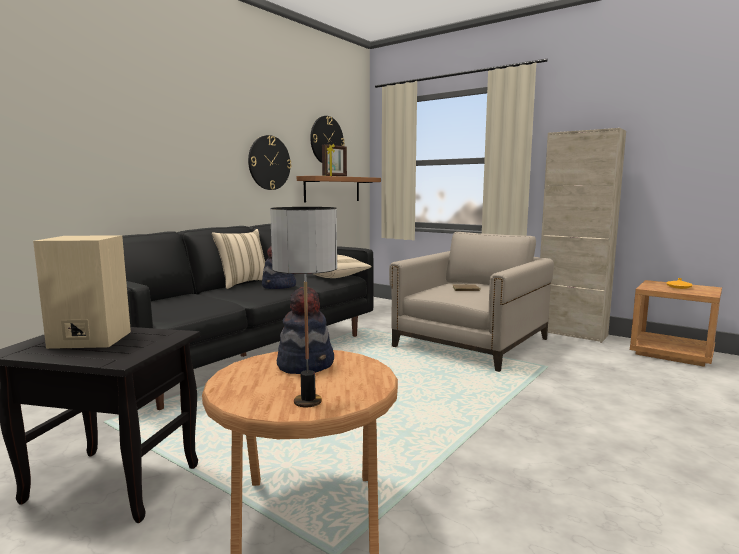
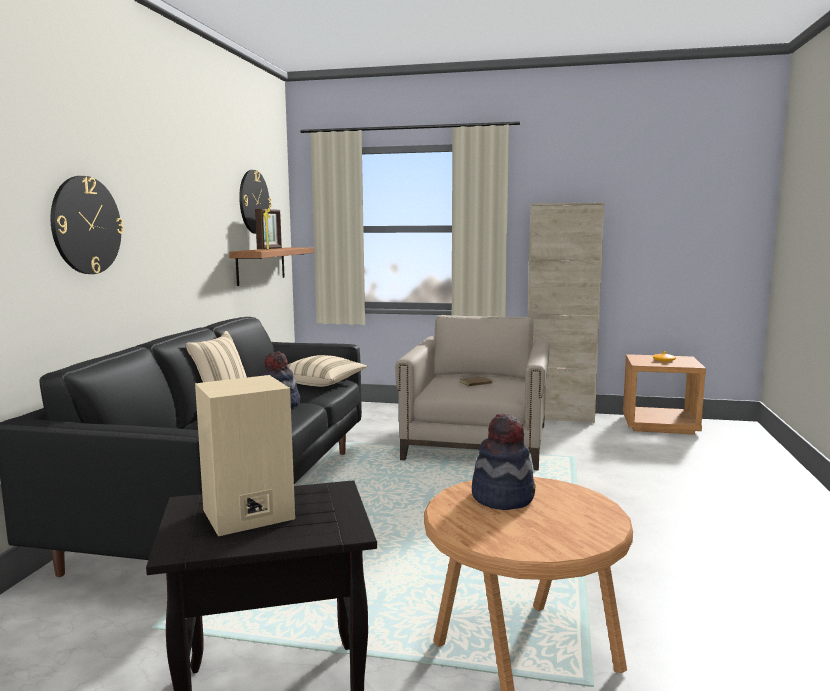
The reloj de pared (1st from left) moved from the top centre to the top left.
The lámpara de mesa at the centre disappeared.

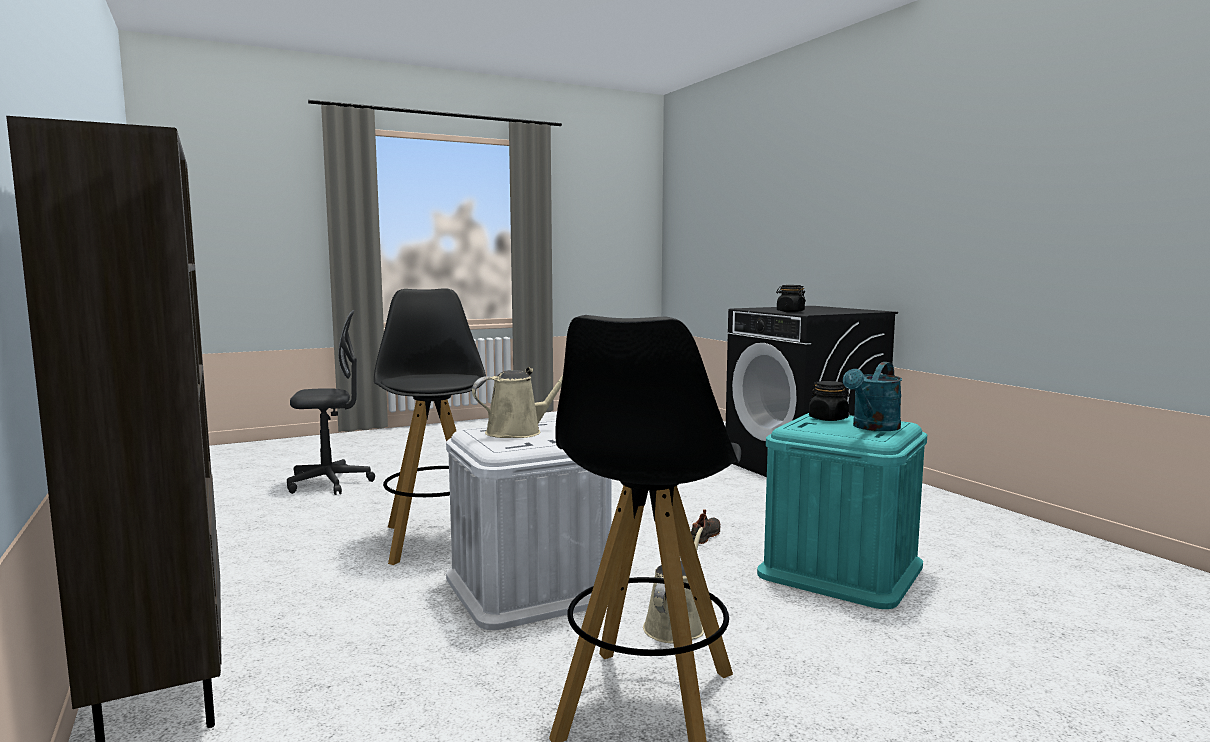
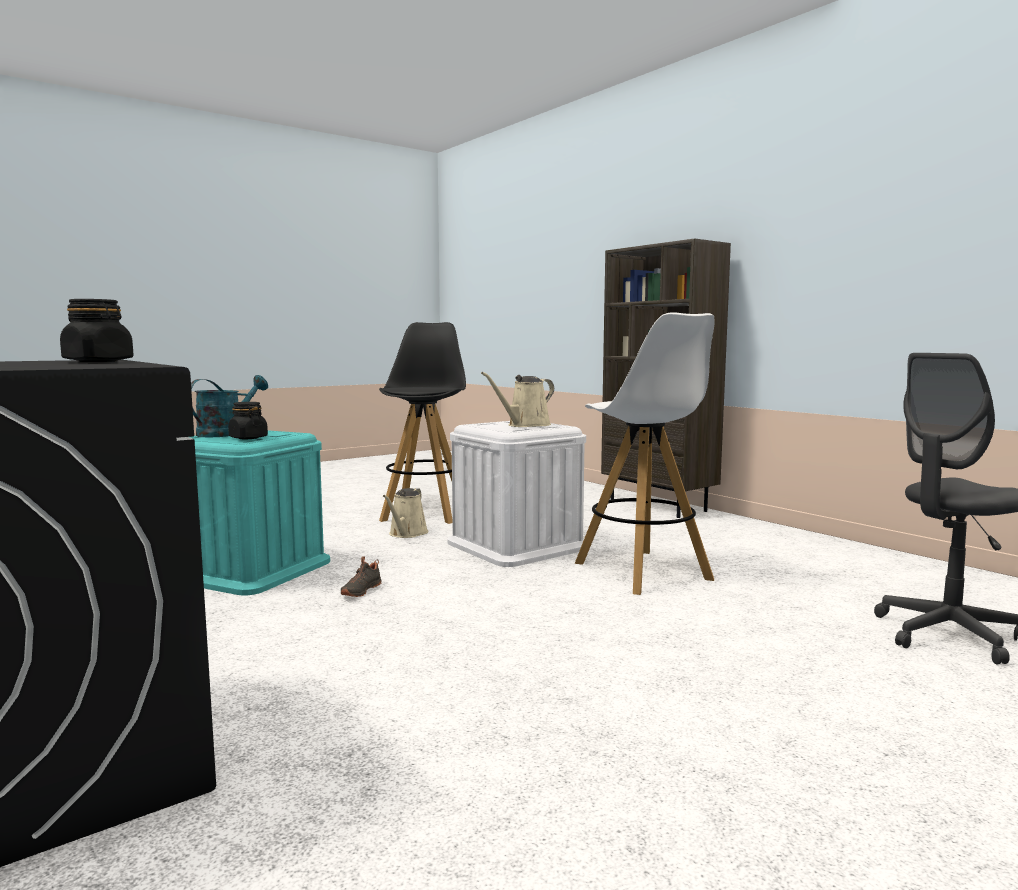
The taburete/negro (1st from left) at the centre became the taburete/blanco at the centre.

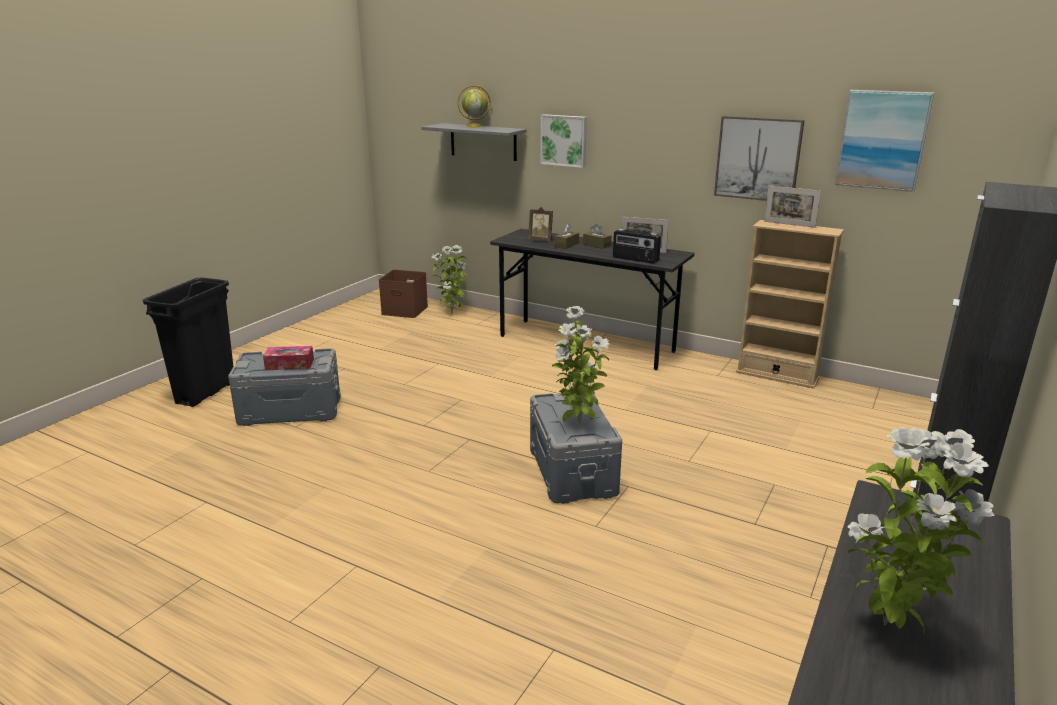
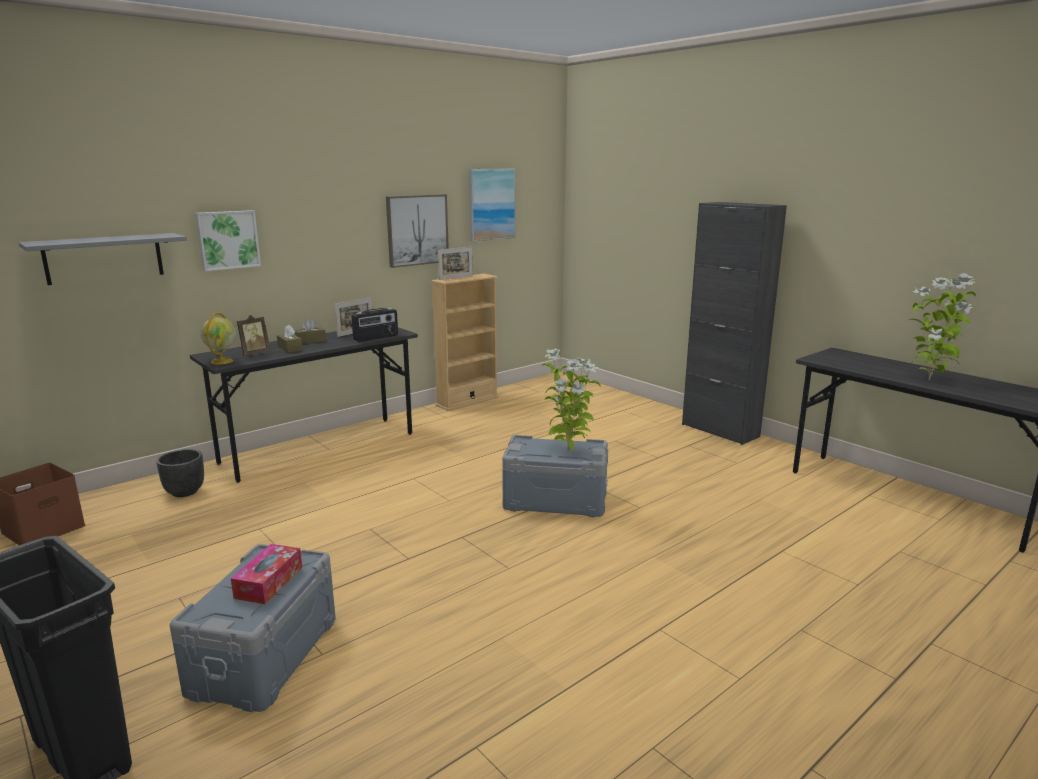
The globo terráqueo moved from the top centre to the middle left.
The planta en maceta (1st from left) at the centre disappeared.
The maceta/negro at the middle left appeared.

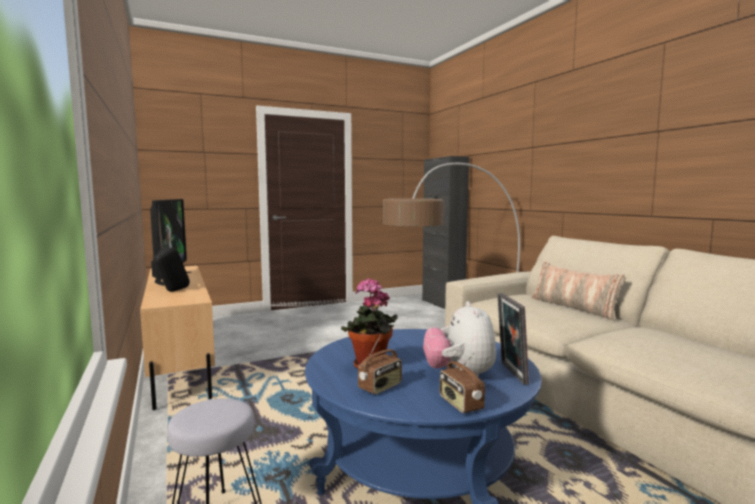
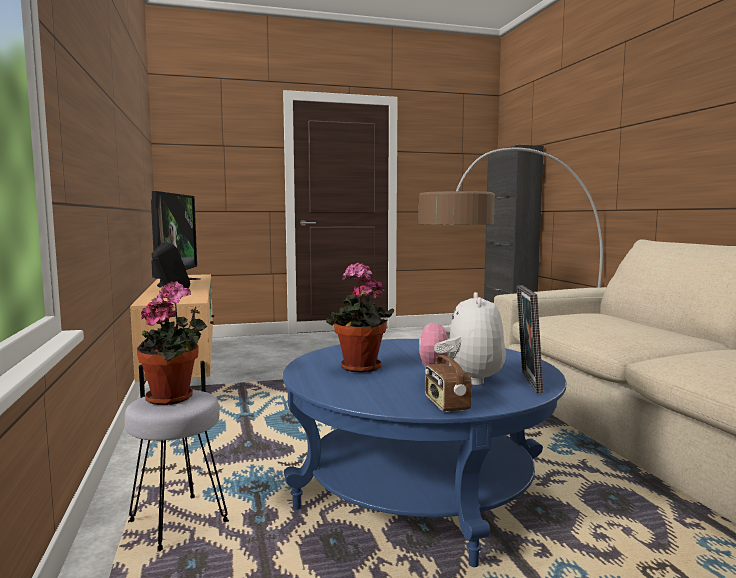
The cojín at the middle right disappeared.
The radio (1st from left) at the bottom centre disappeared.
The planta en maceta (1st from left) at the middle left appeared.

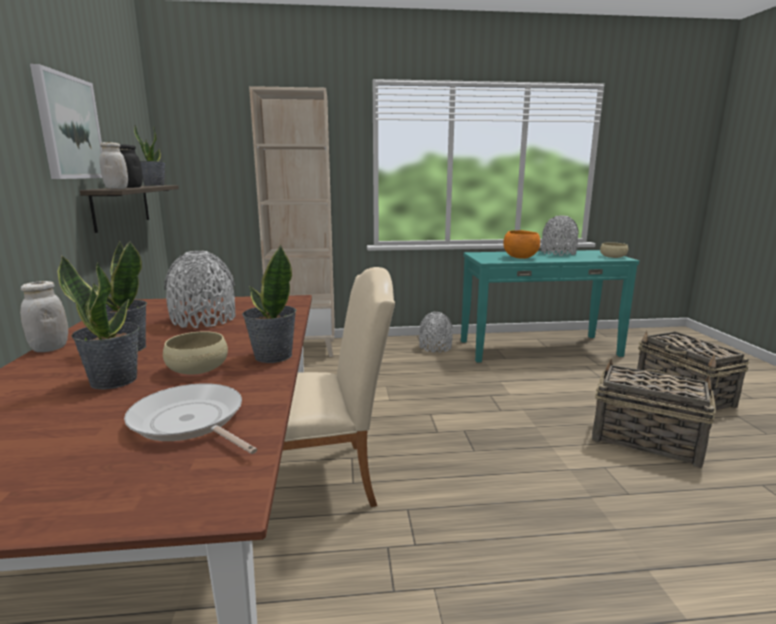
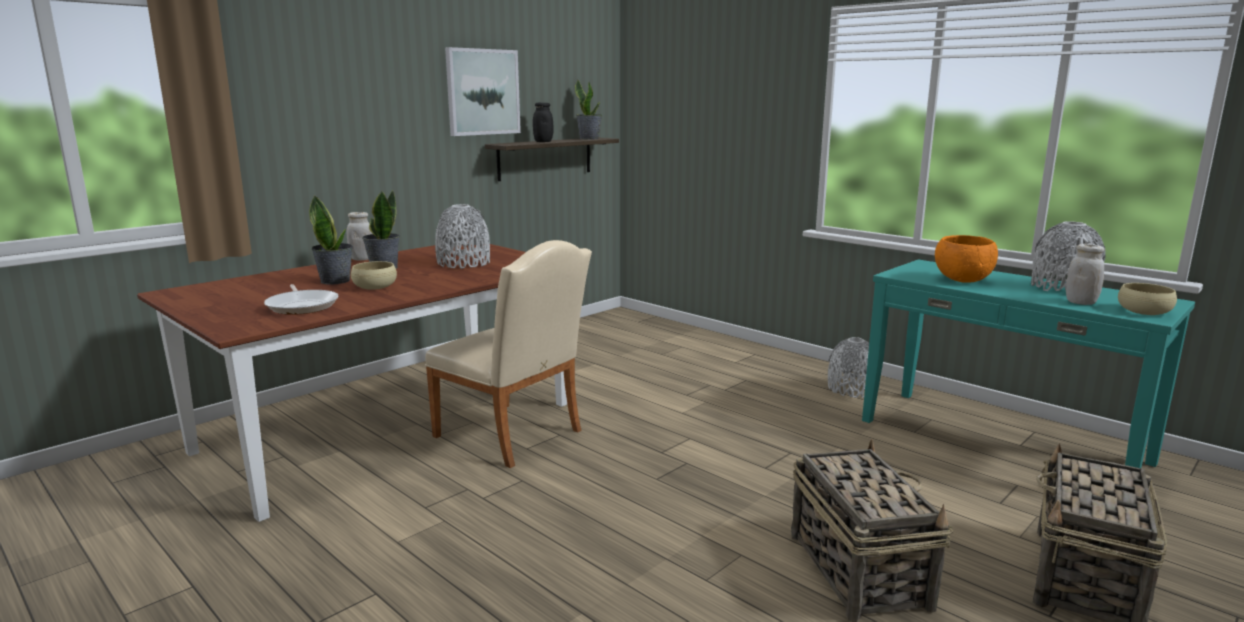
The estantería/beis at the centre disappeared.
The tarro/blanco (2nd from left) moved from the top left to the middle right.
The planta en maceta (4th from left) at the centre disappeared.
The sartén at the bottom left turned 150 degrees clockwise.

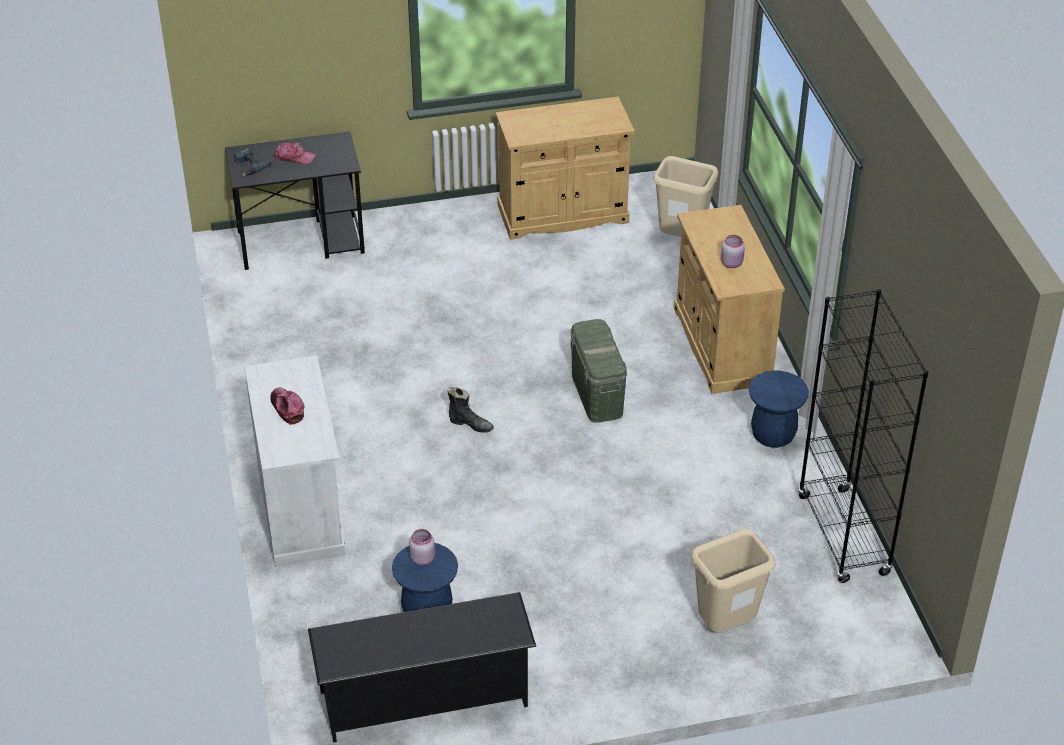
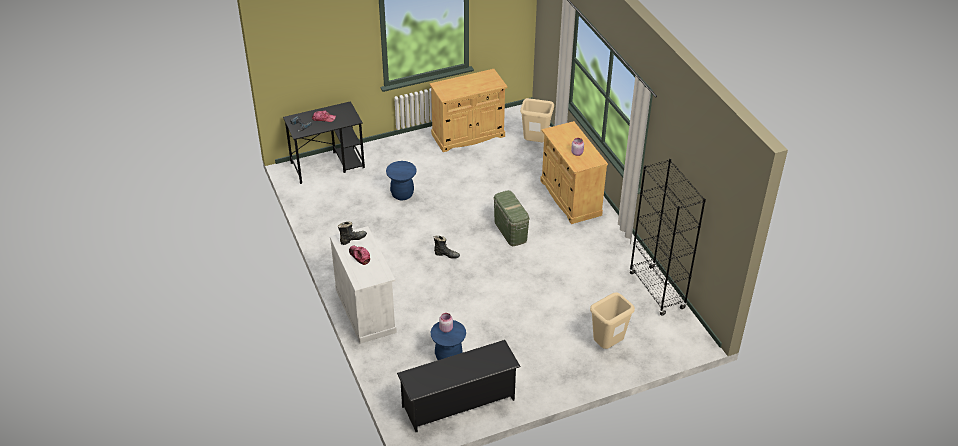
The taburete/azul (2nd from left in the first image) moved from the middle right to the centre.
The bota/negro (1st from left) at the centre appeared.

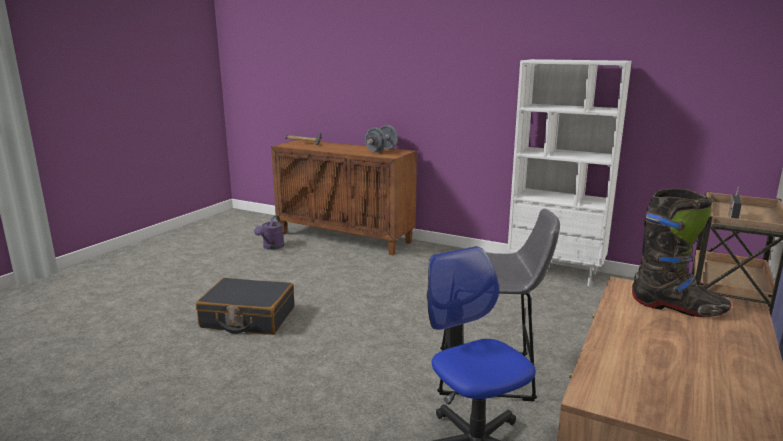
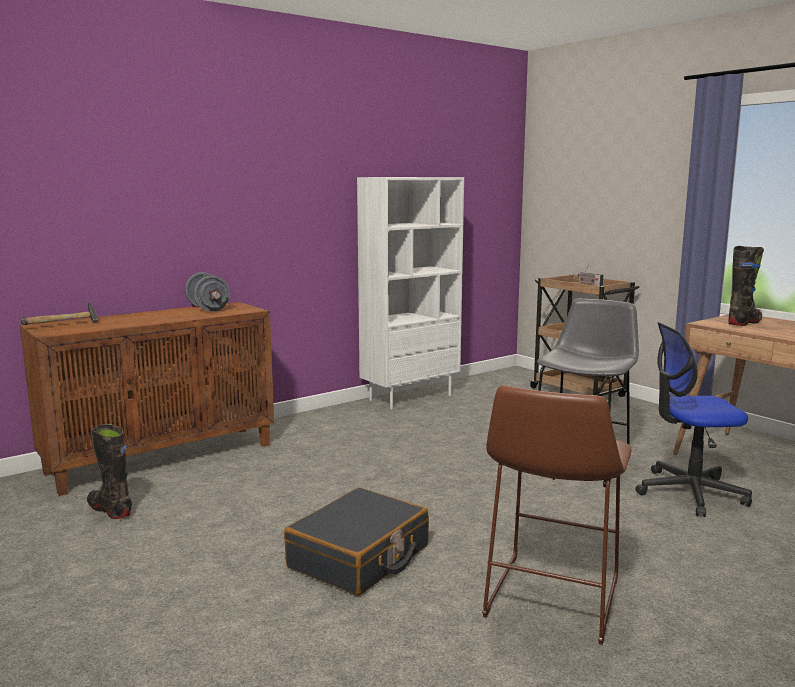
The regadera/morado at the centre was replaced by the bota/negro (1st from left) at the bottom left.
The taburete/marrón at the bottom right appeared.

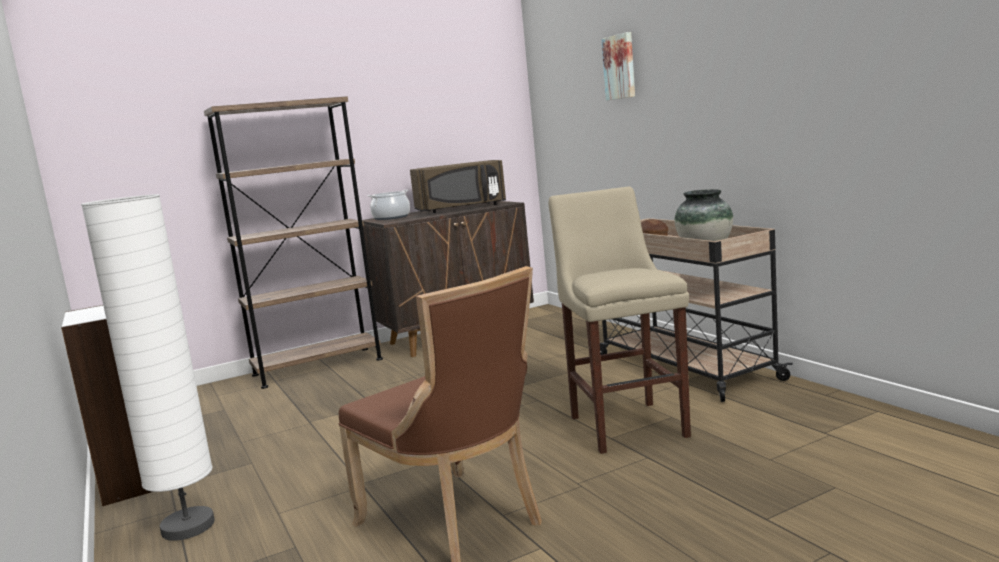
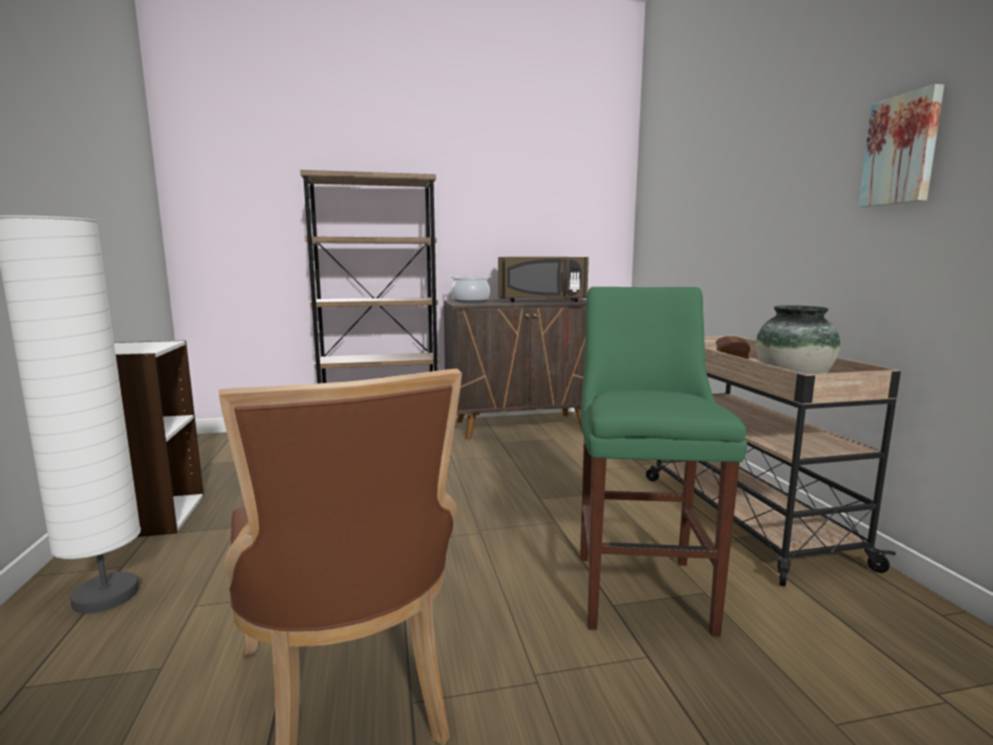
The cuadro moved from the top centre to the top right.
The taburete/beis at the centre became the taburete/verde at the middle right.

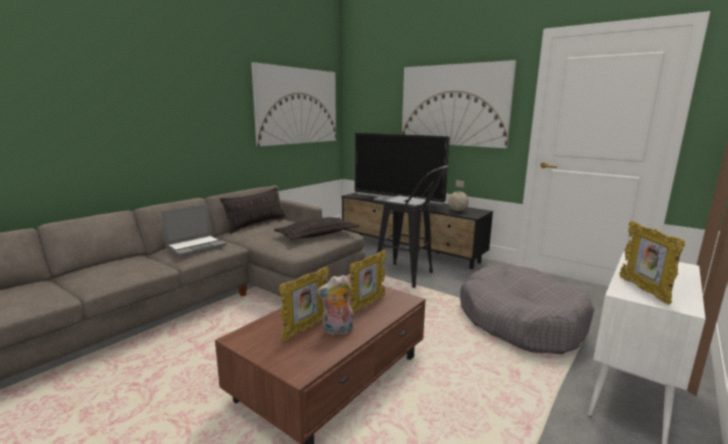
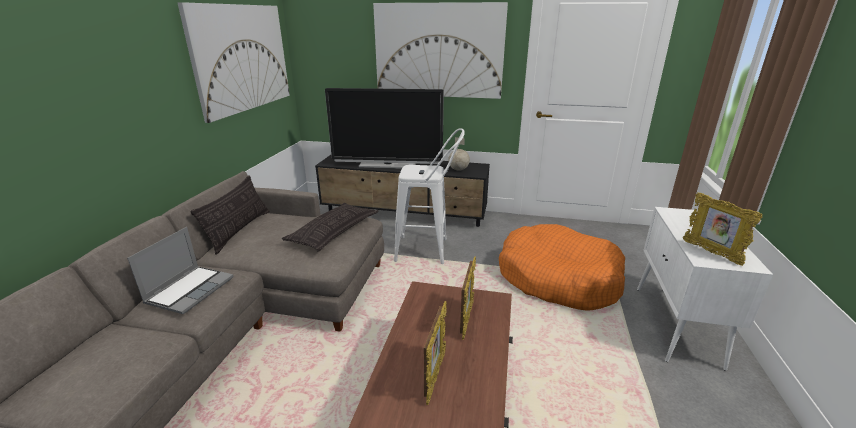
The taburete/negro at the centre became the taburete/blanco at the centre.
The cama para perro/gris at the bottom right became the cama para perro/naranja at the centre.
The peluche at the bottom centre disappeared.

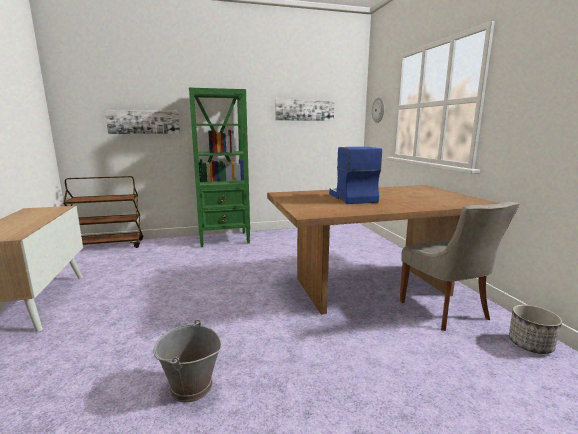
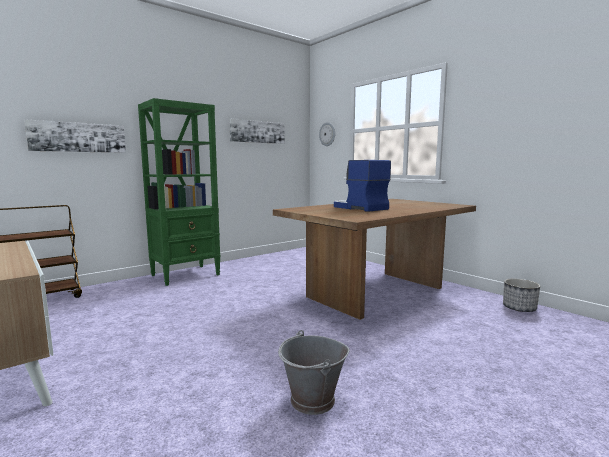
The silla/gris at the middle right disappeared.

